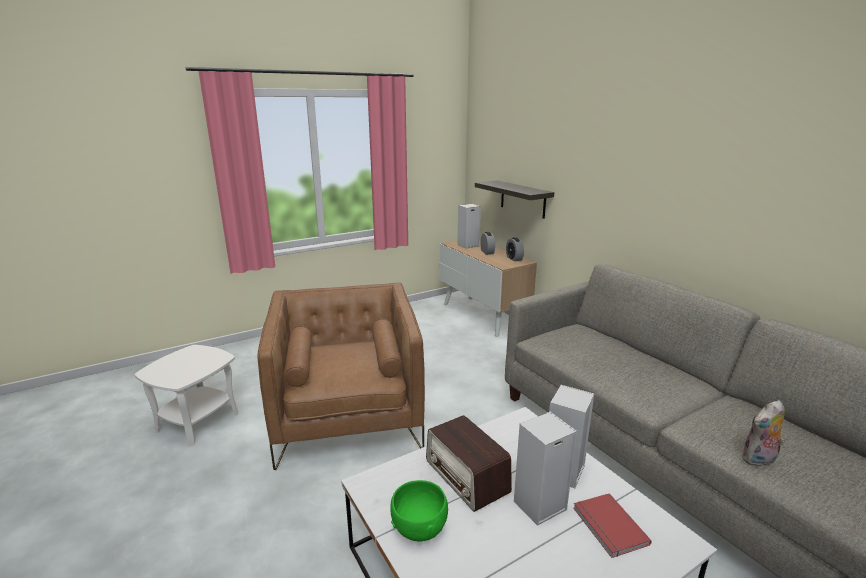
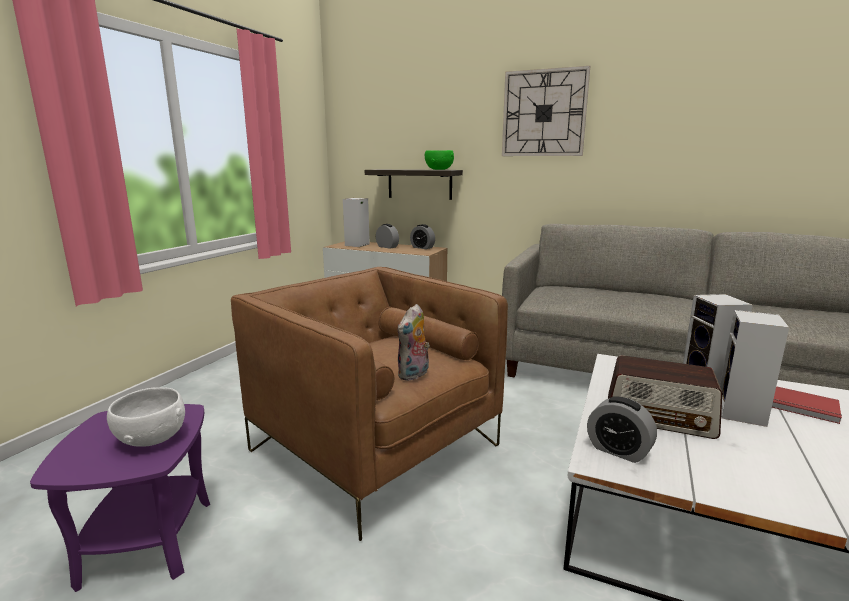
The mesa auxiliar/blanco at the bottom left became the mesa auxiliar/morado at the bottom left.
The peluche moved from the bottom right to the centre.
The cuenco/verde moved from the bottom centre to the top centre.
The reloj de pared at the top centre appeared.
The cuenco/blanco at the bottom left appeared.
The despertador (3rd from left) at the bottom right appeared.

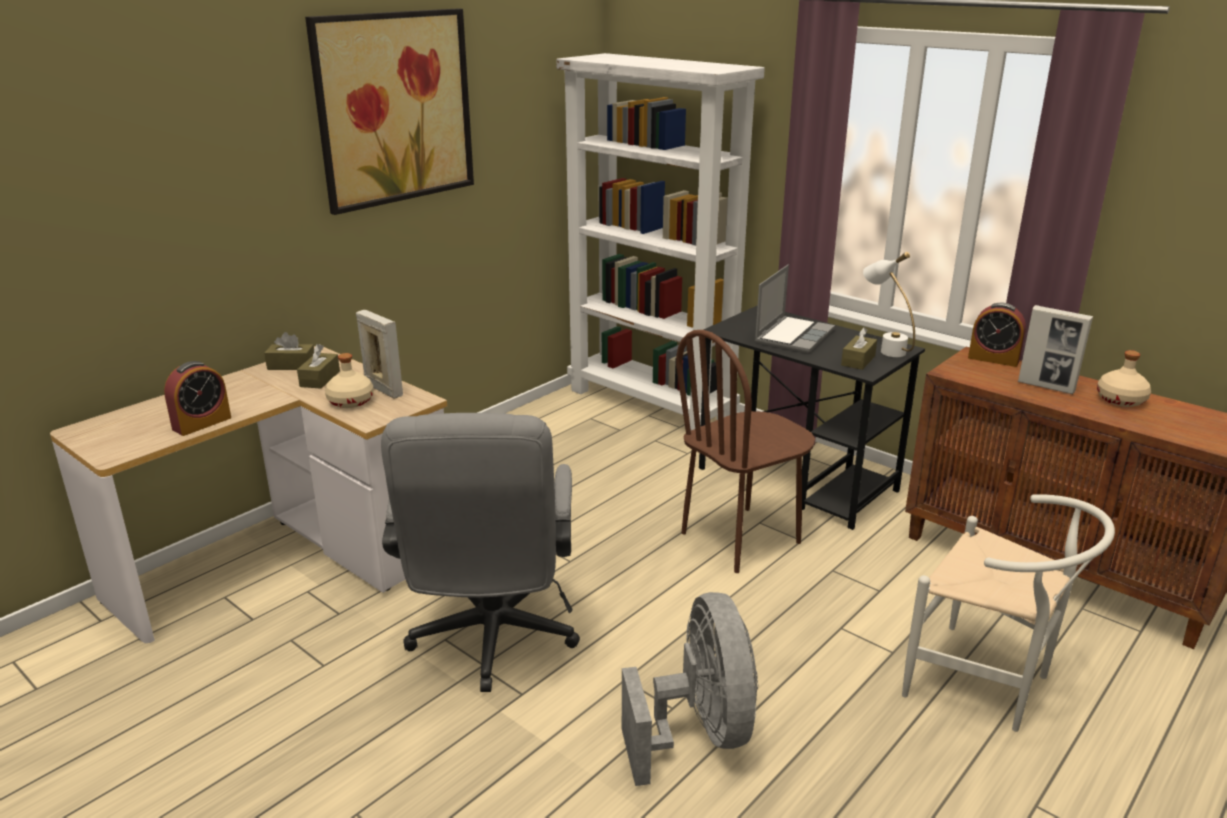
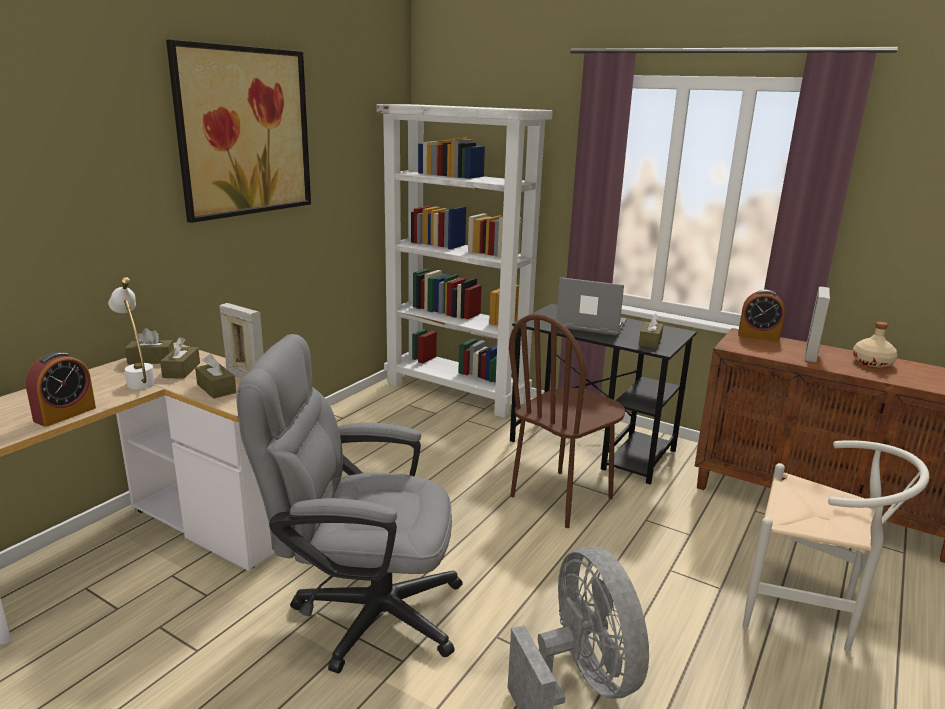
The lámpara de mesa/blanco moved from the middle right to the middle left.
The portátil at the centre turned 90 degrees counterclockwise.
The portarretratos (2nd from left) at the middle right turned 90 degrees clockwise.
The botella/beis (1st from left) at the middle left was replaced by the caja de pañuelos/marrón (3rd from left) at the middle left.
The silla de oficina/gris at the bottom centre turned 105 degrees clockwise.

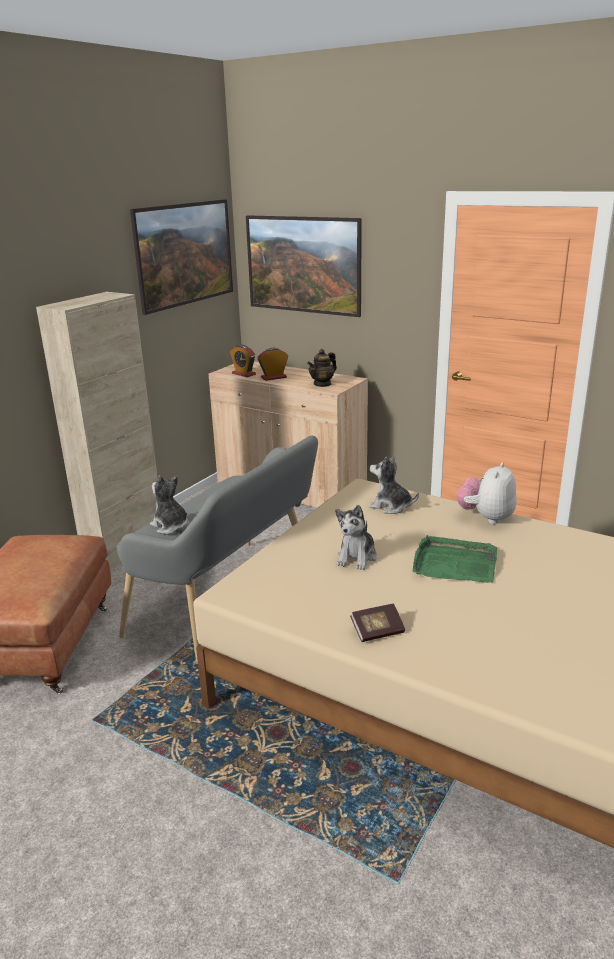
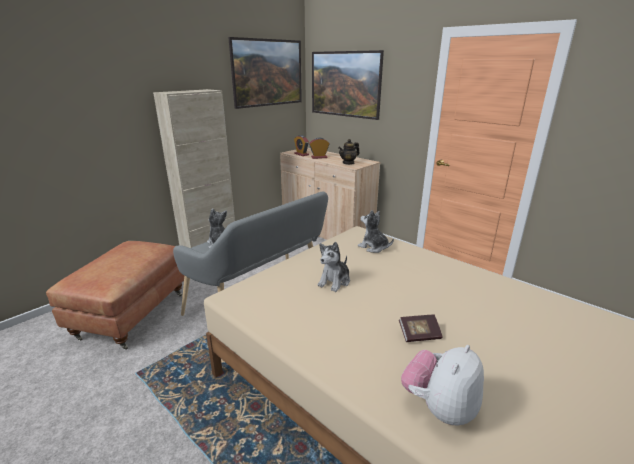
The peluche (4th from left) moved from the middle right to the bottom right.
The bandeja/verde at the middle right disappeared.
The libro moved from the centre to the bottom centre.

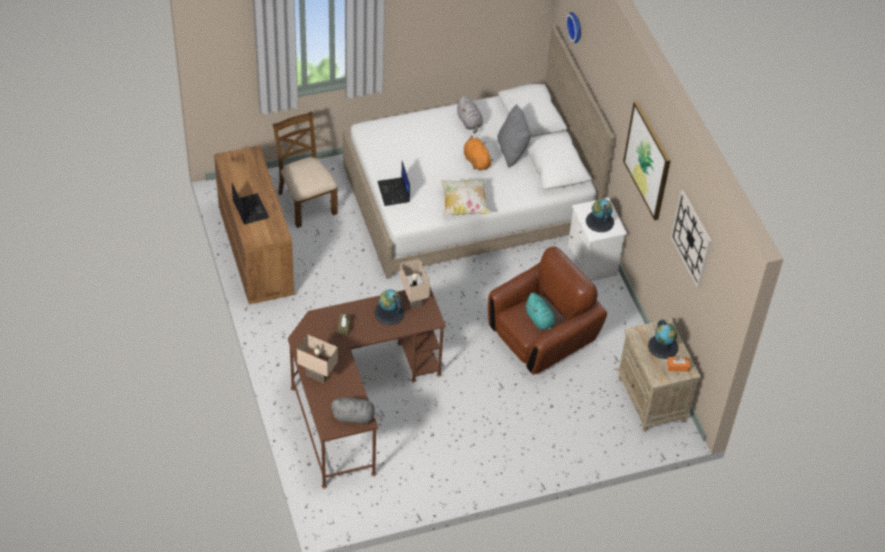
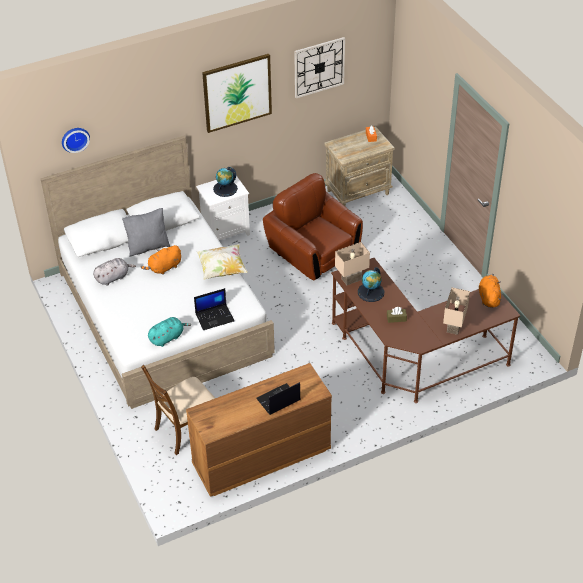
The peluche/turquesa moved from the centre to the middle left.
The globo terráqueo (3rd from left) at the middle right disappeared.
The peluche/gris (1st from left) at the bottom centre became the peluche/naranja (2nd from left) at the middle right.

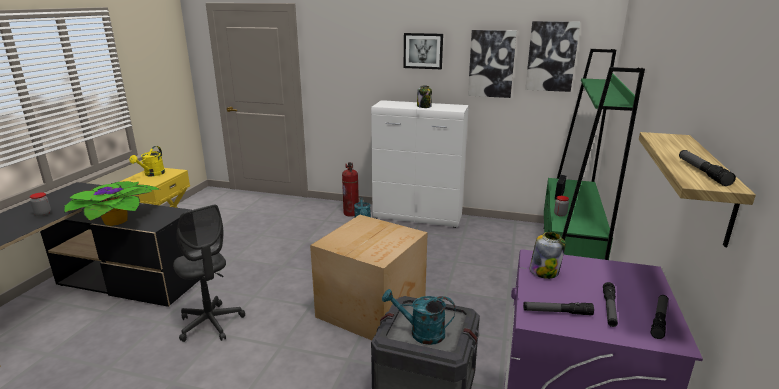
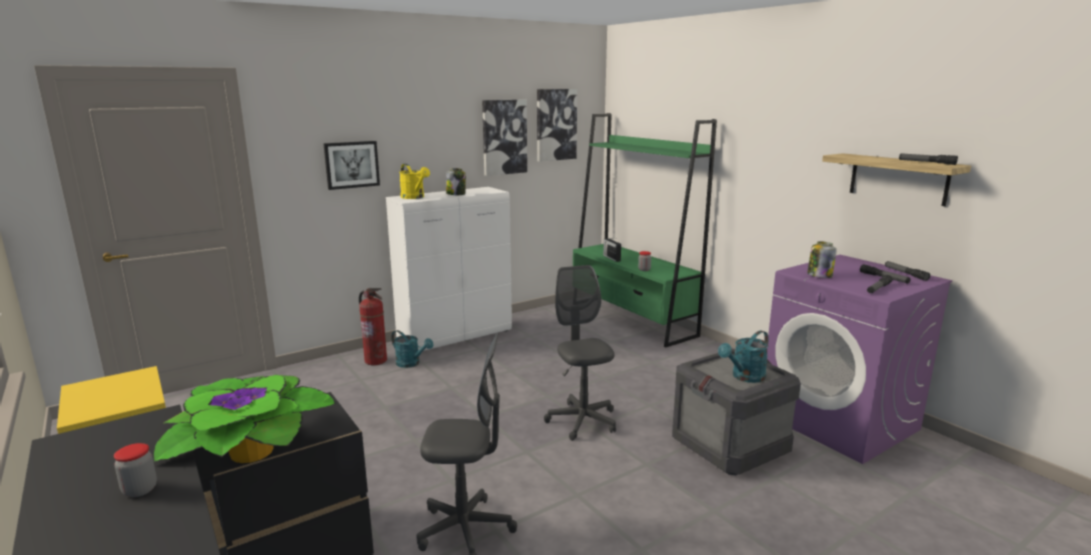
The cuadro (1st from left) moved from the top centre to the top left.
The regadera/amarillo moved from the middle left to the top centre.
The caja de cartón at the bottom centre was replaced by the silla de oficina/gris (2nd from left) at the centre.

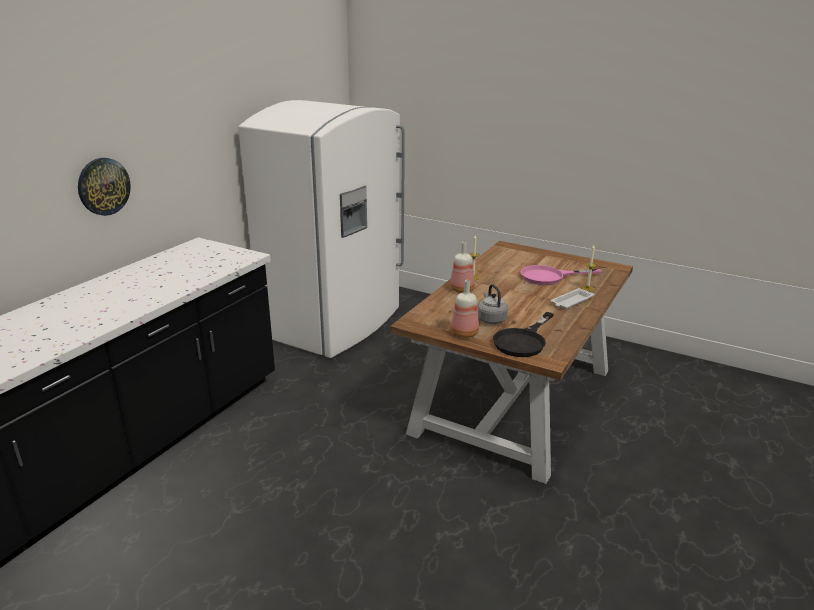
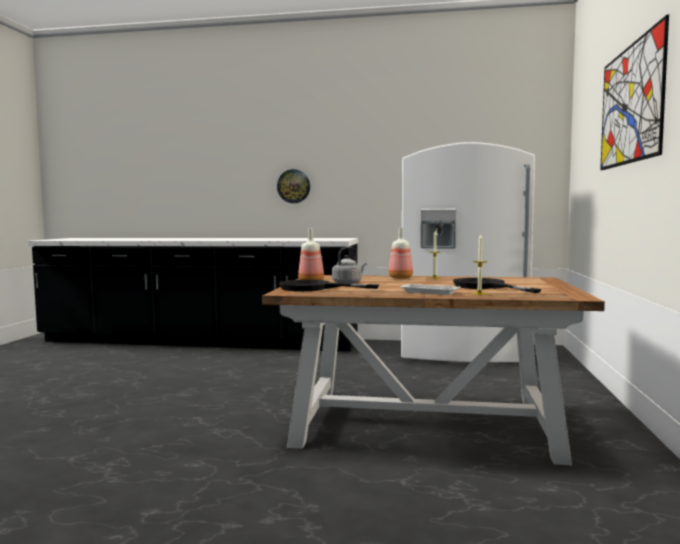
The sartén/rosa at the middle right became the sartén/negro (2nd from left) at the middle right.
The cuadro at the top right appeared.

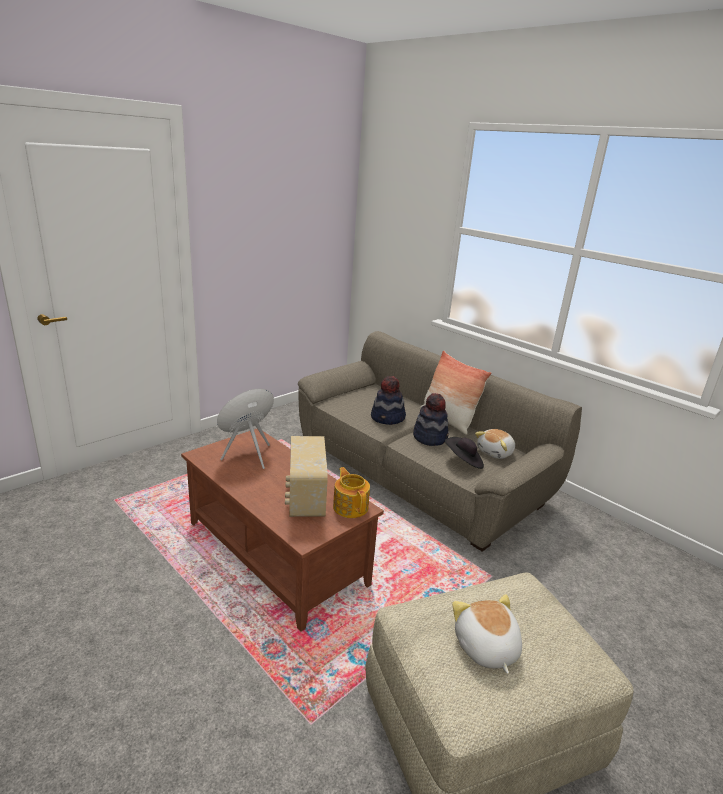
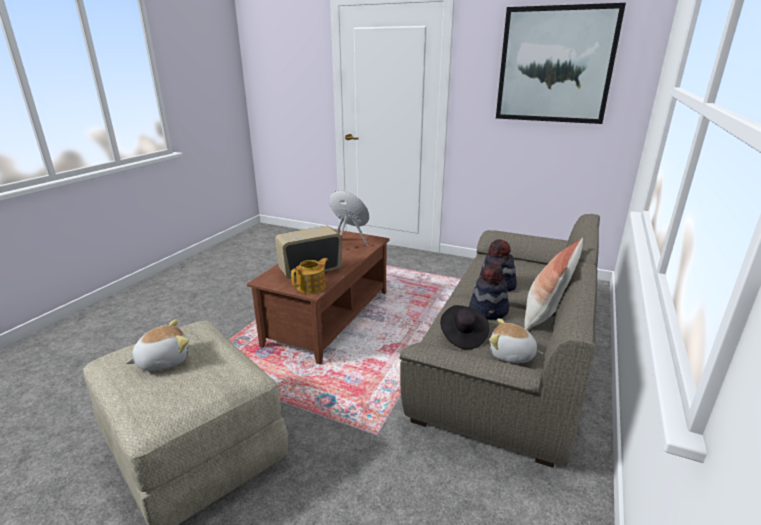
The cuadro at the top right appeared.

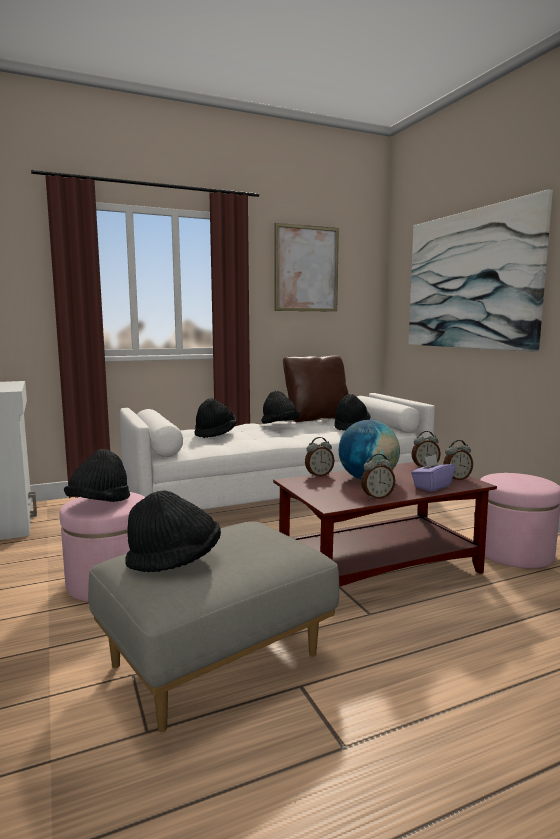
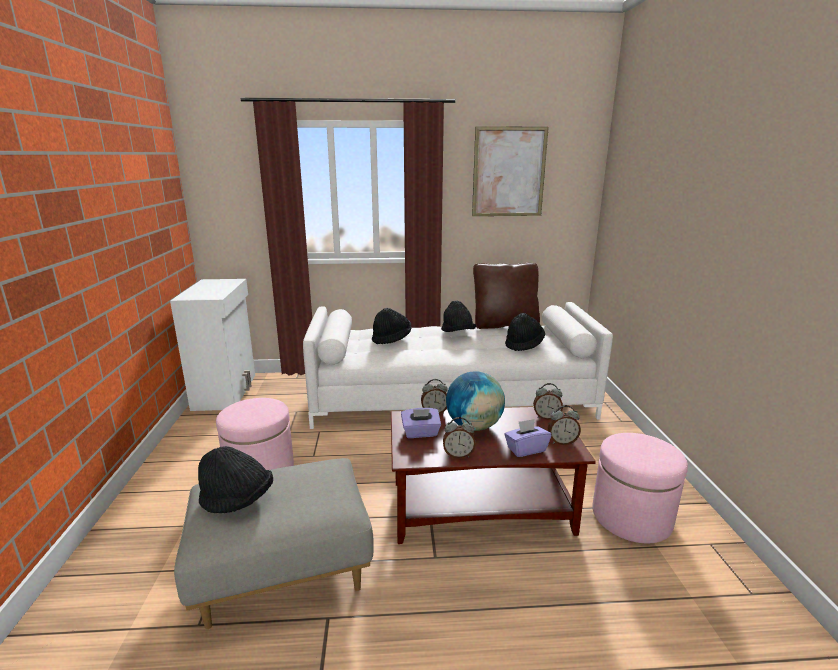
The cuadro (2nd from left) at the top right disappeared.
The sombrero/negro (1st from left) at the middle left disappeared.
The caja de pañuelos/morado (1st from left) at the centre appeared.

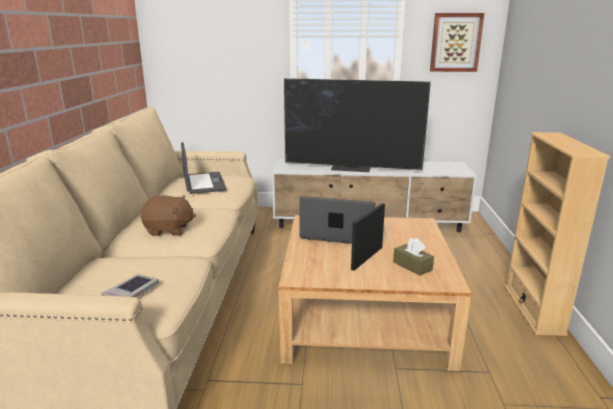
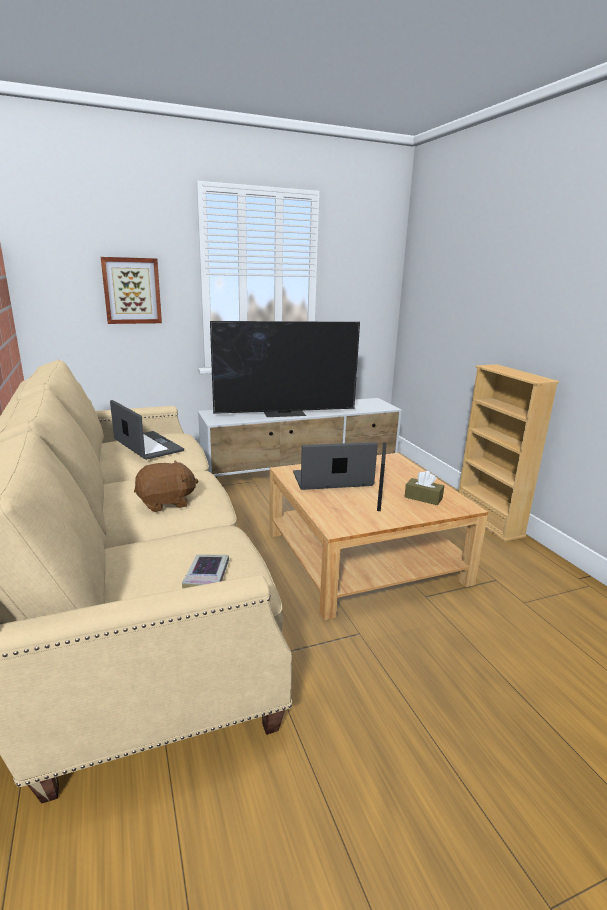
The cuadro moved from the top right to the top left.

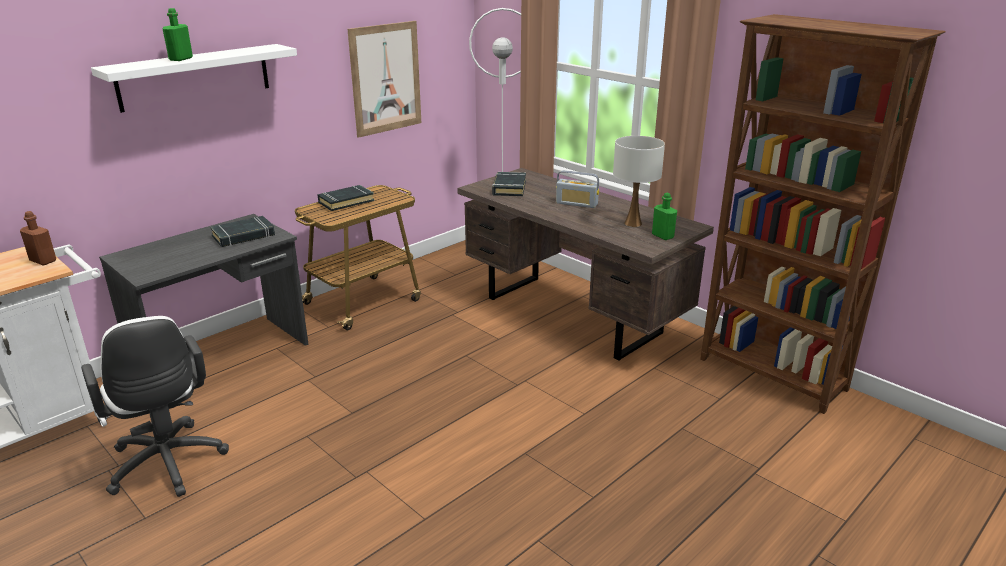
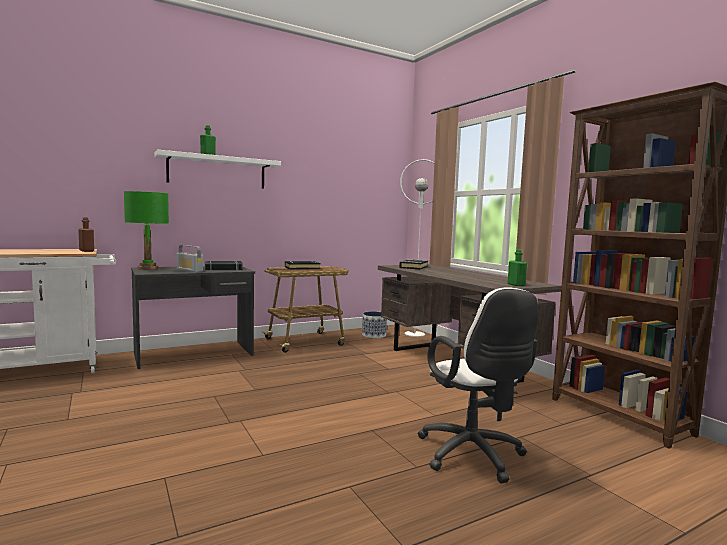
The cuadro at the top centre disappeared.
The lámpara de mesa/blanco at the top centre disappeared.
The radio moved from the centre to the middle left.
The silla de oficina/blanco moved from the bottom left to the bottom centre.
The lámpara de mesa/verde at the middle left appeared.
The maceta at the centre appeared.

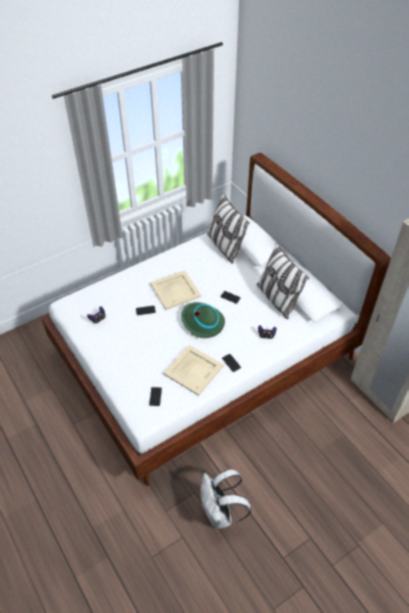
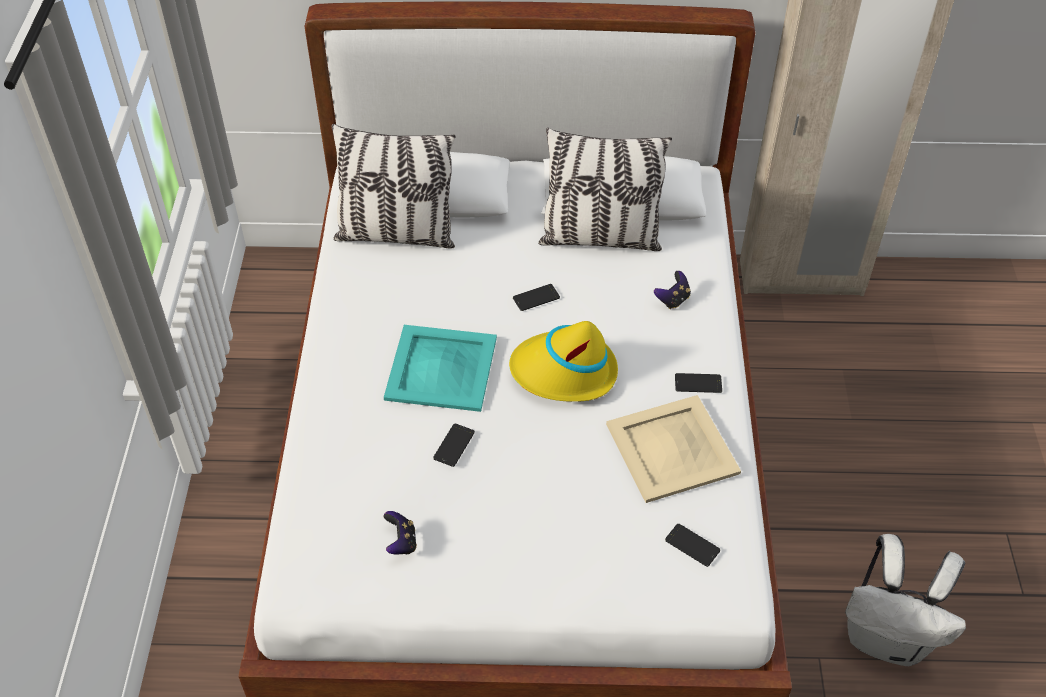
The bandeja/beis (1st from left) at the centre became the bandeja/turquesa at the centre.
The sombrero/verde at the centre became the sombrero/amarillo at the centre.

